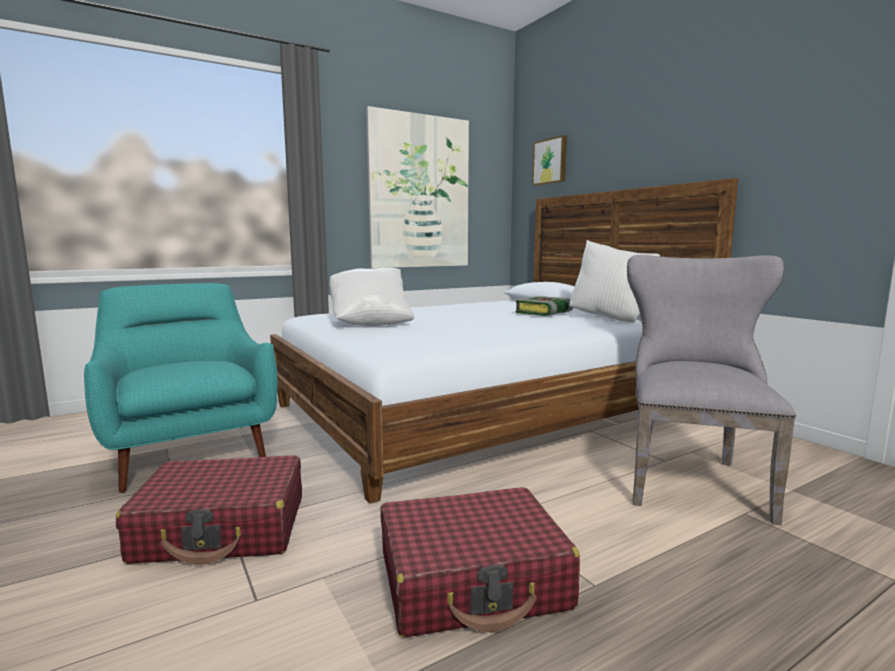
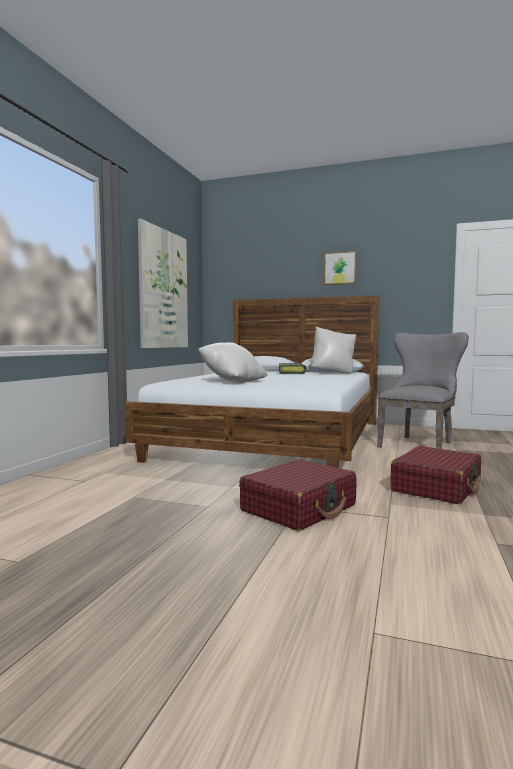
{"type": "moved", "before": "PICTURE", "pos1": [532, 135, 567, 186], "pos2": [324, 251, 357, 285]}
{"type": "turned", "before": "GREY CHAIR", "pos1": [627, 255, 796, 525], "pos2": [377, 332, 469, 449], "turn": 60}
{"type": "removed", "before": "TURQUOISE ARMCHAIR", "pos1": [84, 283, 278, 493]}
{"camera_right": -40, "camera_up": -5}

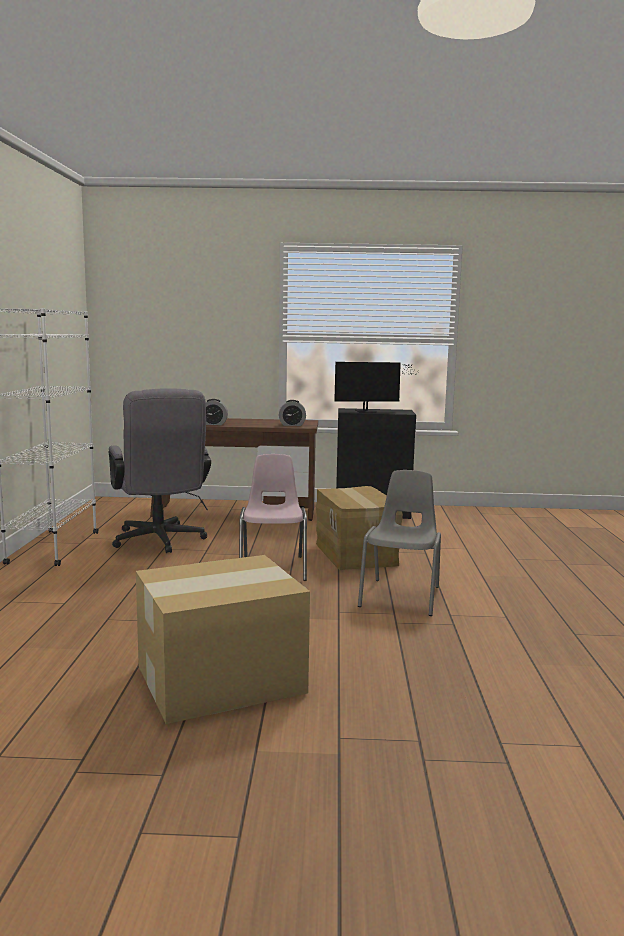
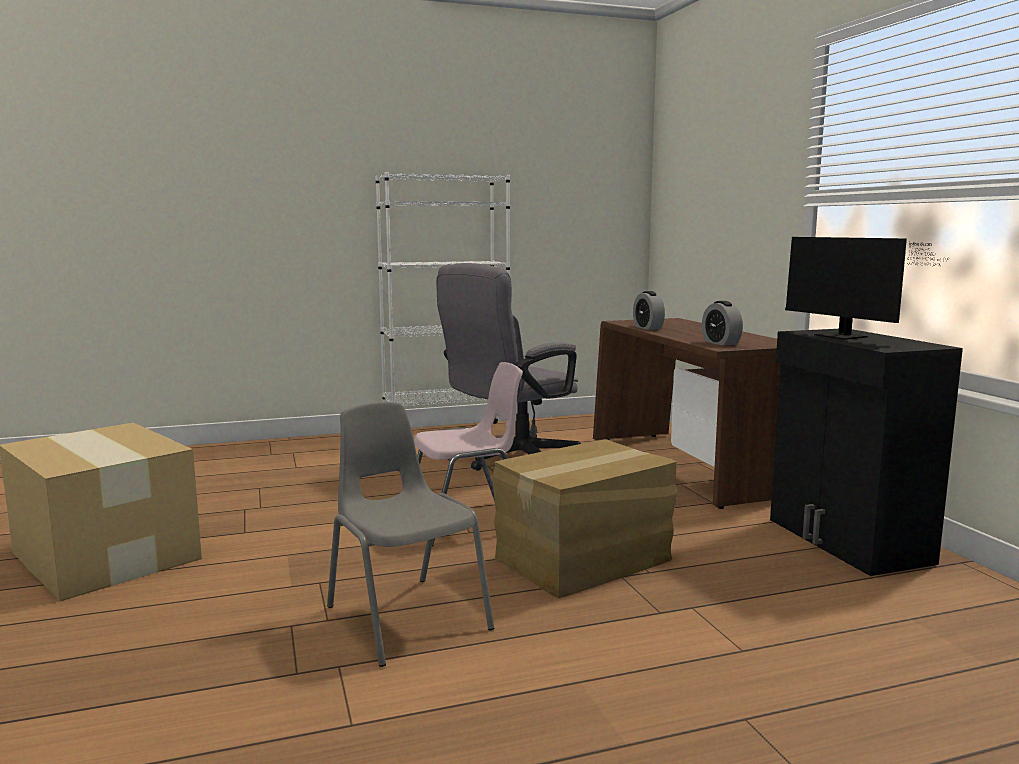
{"type": "turned", "before": "GREY CHAIR", "pos1": [358, 470, 441, 616], "pos2": [327, 402, 494, 667], "turn": -120}
{"camera_right": 70, "camera_up": 0}

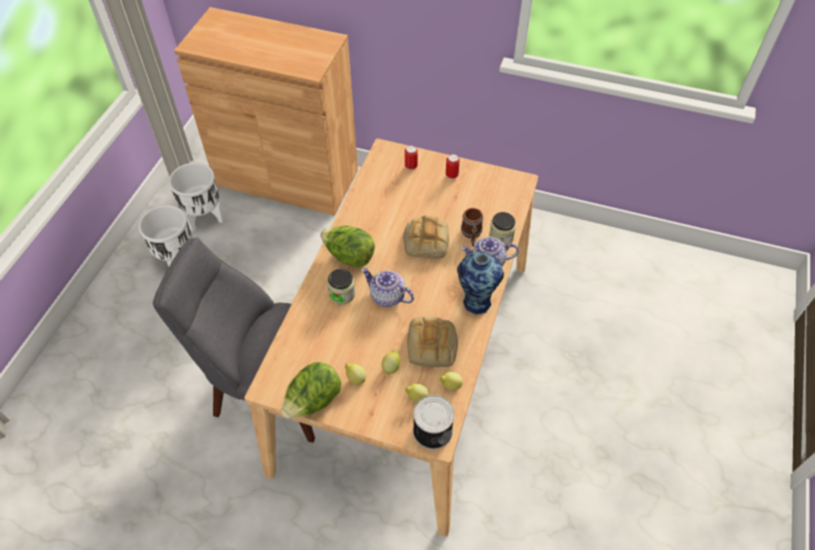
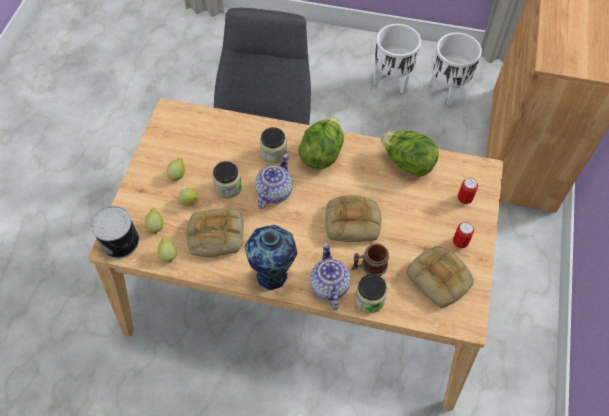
{"type": "added", "after": "JAR", "pos2": [212, 161, 242, 199]}
{"type": "moved", "before": "LETTUCE", "pos1": [281, 362, 341, 419], "pos2": [381, 131, 439, 177]}
{"type": "added", "after": "BREAD", "pos2": [406, 246, 474, 308]}
{"camera_right": 85, "camera_up": 5}

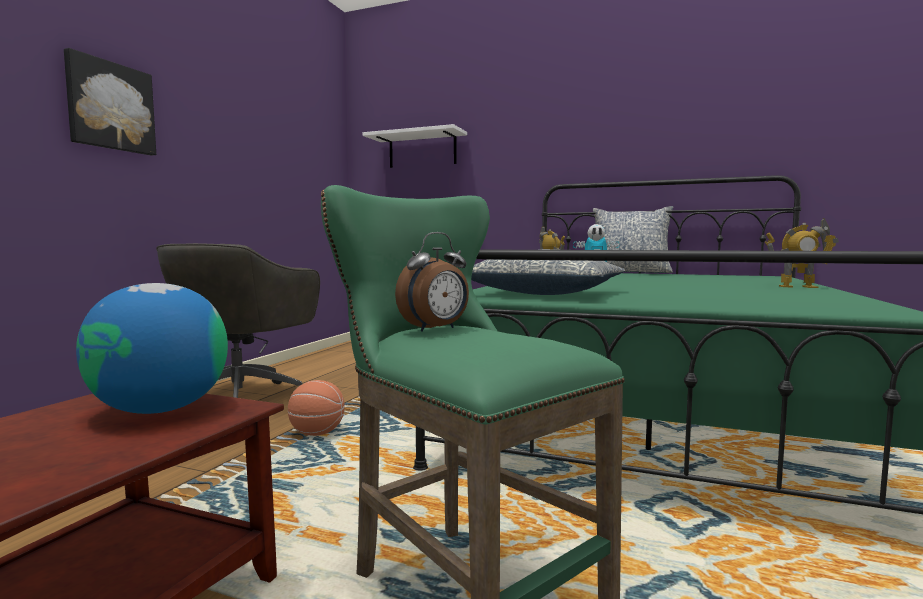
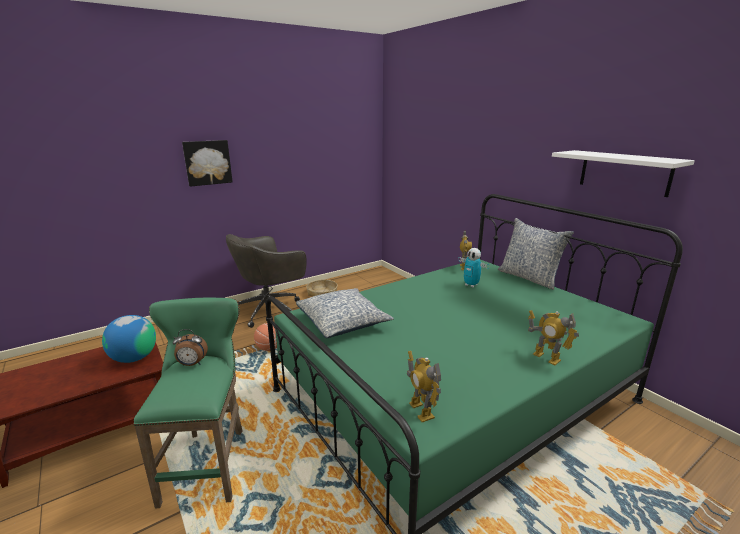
{"type": "added", "after": "BASKET", "pos2": [306, 280, 338, 297]}
{"type": "added", "after": "TOY ROBOT", "pos2": [407, 351, 441, 422]}
{"type": "moved", "before": "WHITE SHELF", "pos1": [362, 124, 467, 168], "pos2": [552, 150, 695, 197]}
{"camera_right": 35, "camera_up": 15}

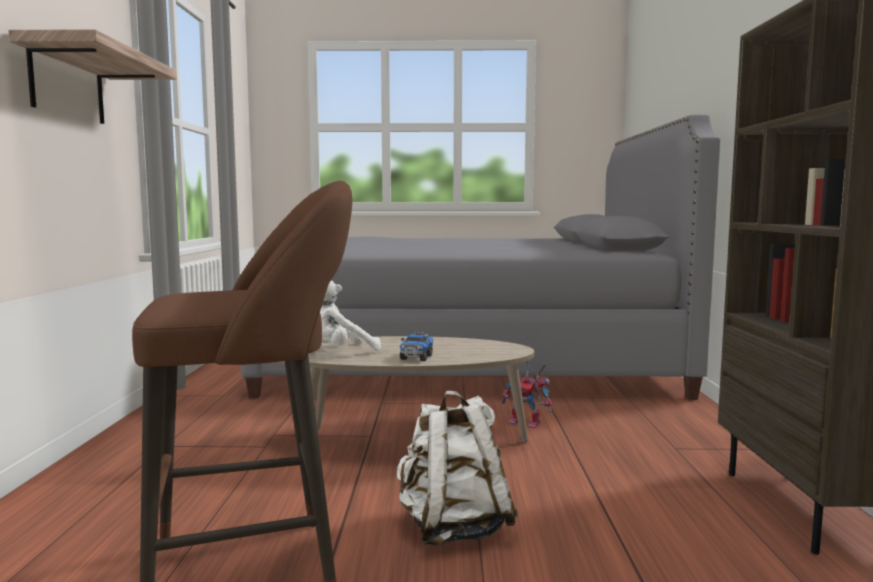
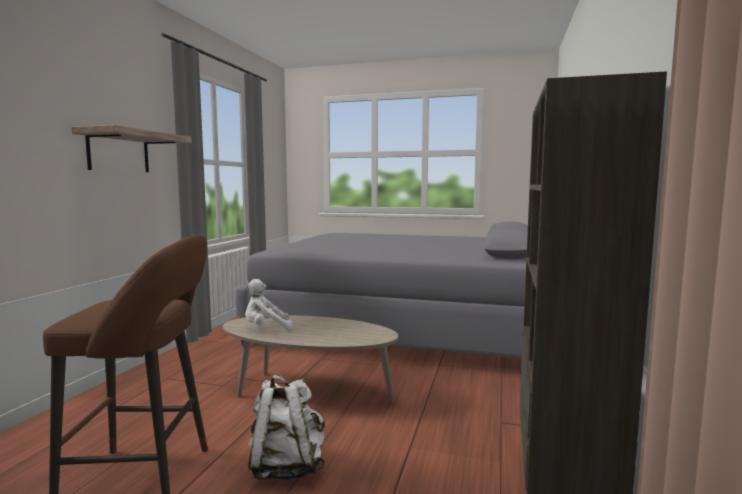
{"type": "removed", "before": "TOY TRUCK", "pos1": [399, 331, 433, 361]}
{"type": "removed", "before": "TOY ROBOT", "pos1": [501, 360, 552, 429]}
{"camera_right": 15, "camera_up": 0}

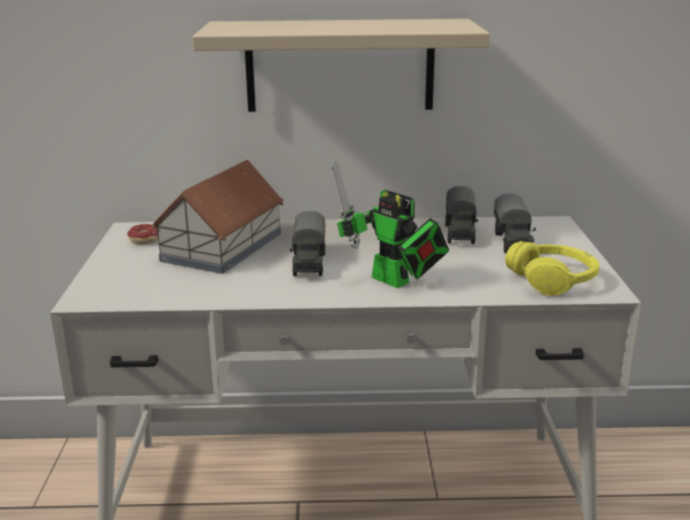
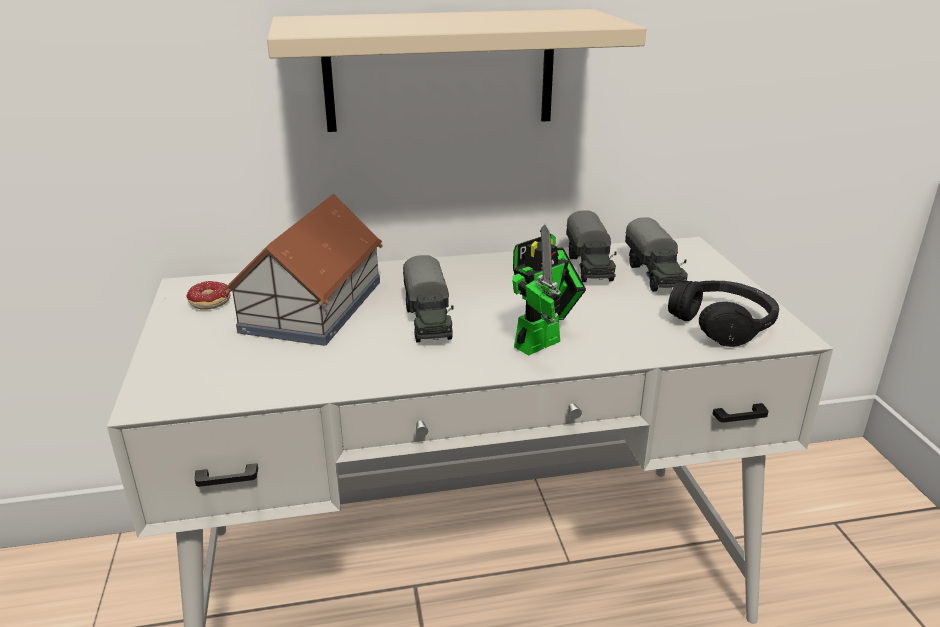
{"type": "turned", "before": "TOY ROBOT", "pos1": [332, 159, 449, 288], "pos2": [512, 224, 586, 356], "turn": -75}
{"type": "recoloured", "before": "YELLOW HEADPHONES", "after": "BLACK HEADPHONES", "pos1": [505, 241, 599, 296], "pos2": [668, 280, 779, 347]}
{"camera_right": -10, "camera_up": 5}

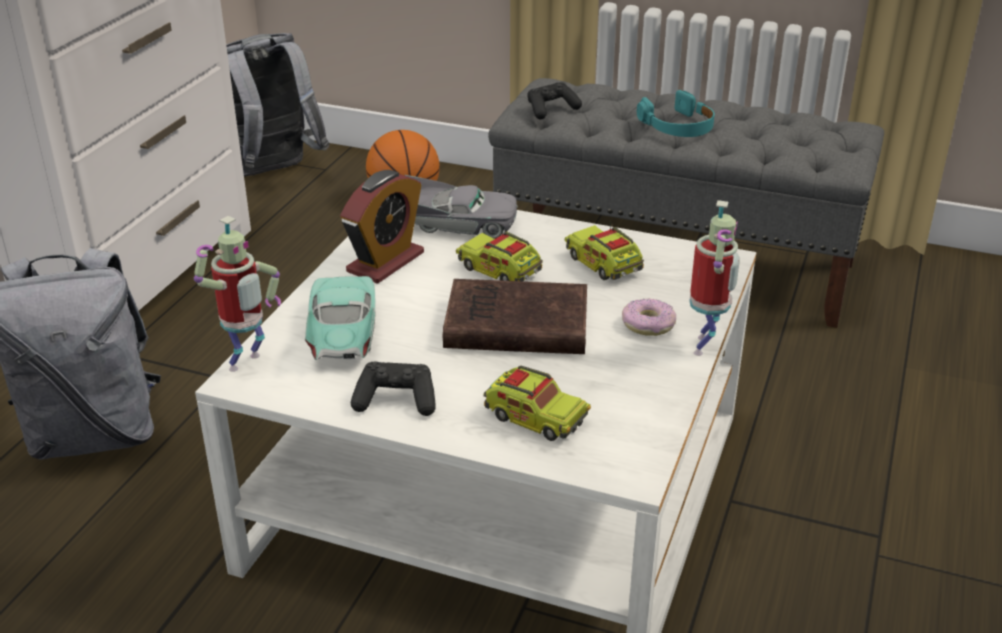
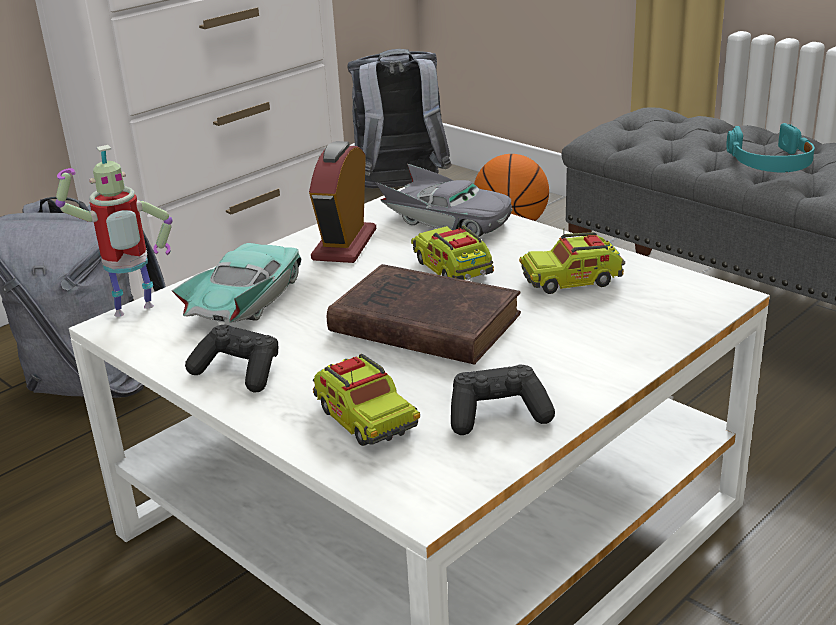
{"type": "turned", "before": "ALARM CLOCK", "pos1": [340, 170, 424, 284], "pos2": [309, 141, 376, 263], "turn": 135}
{"type": "moved", "before": "BLACK GAME CONTROLLER", "pos1": [528, 82, 582, 120], "pos2": [451, 364, 555, 435]}
{"type": "turned", "before": "TOY TRUCK", "pos1": [565, 223, 644, 280], "pos2": [519, 232, 626, 294], "turn": -90}
{"type": "removed", "before": "DONUT", "pos1": [622, 298, 676, 336]}
{"type": "removed", "before": "TOY ROBOT", "pos1": [689, 200, 740, 356]}
{"camera_right": 25, "camera_up": -5}

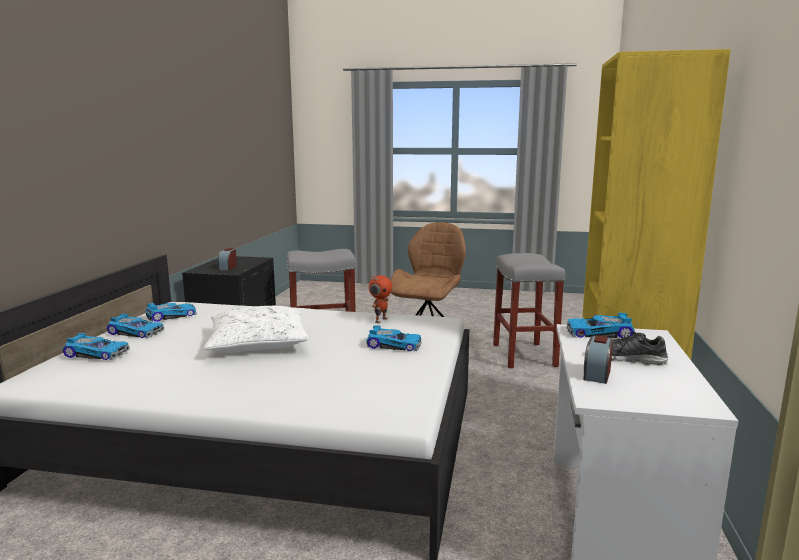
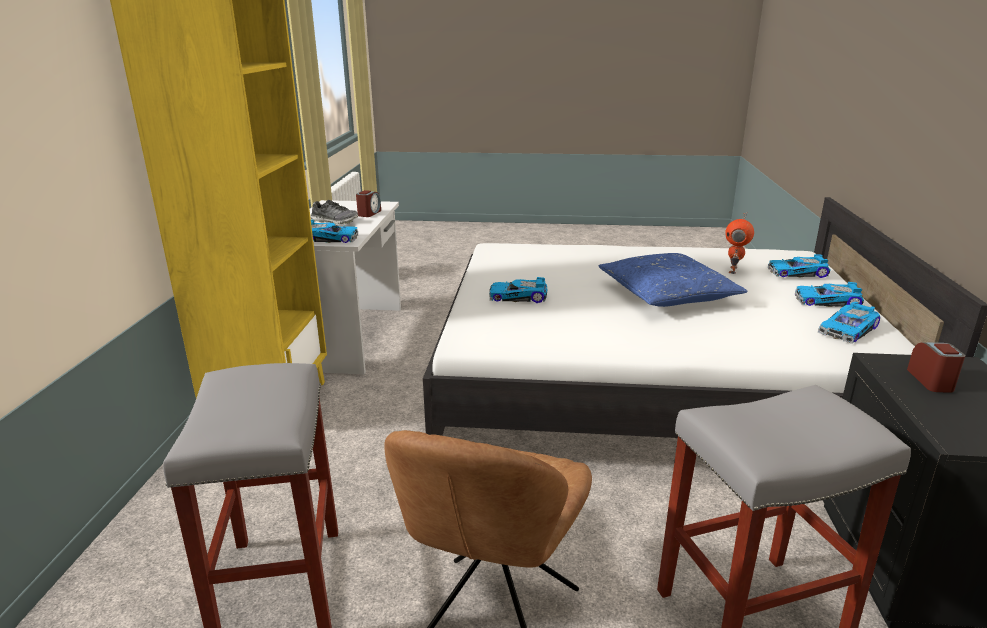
{"type": "recoloured", "before": "WHITE PILLOW", "after": "BLUE PILLOW", "pos1": [204, 306, 309, 352], "pos2": [599, 253, 747, 307]}
{"type": "moved", "before": "TOY ROBOT", "pos1": [369, 274, 392, 323], "pos2": [725, 213, 754, 274]}
{"camera_right": 175, "camera_up": 10}

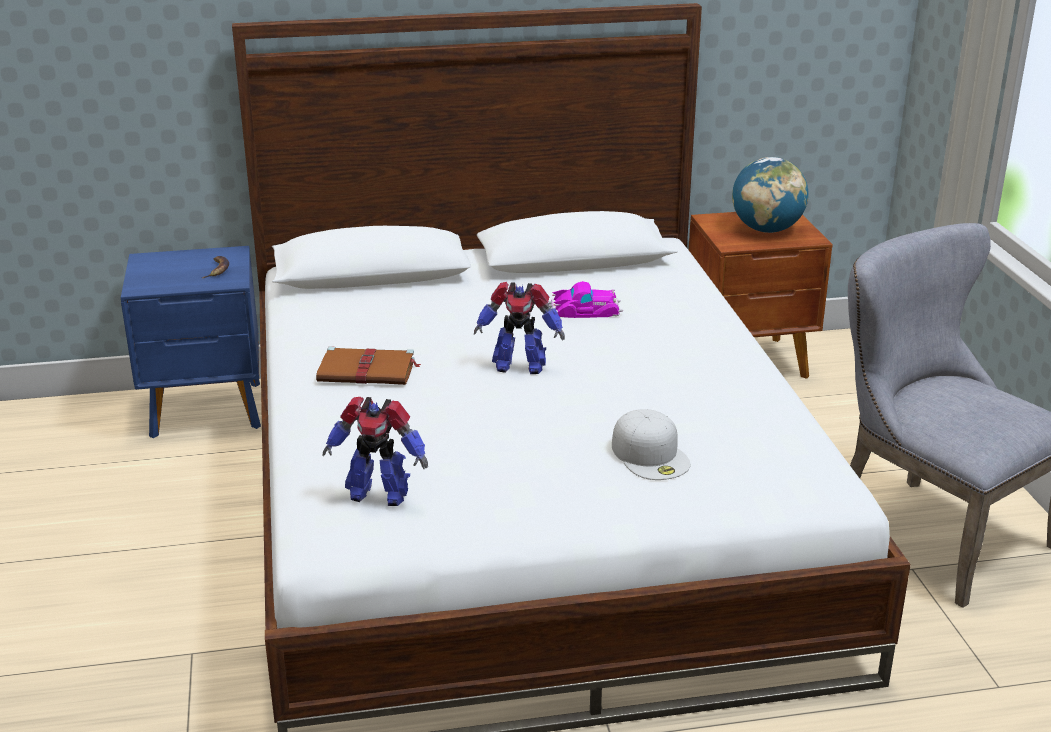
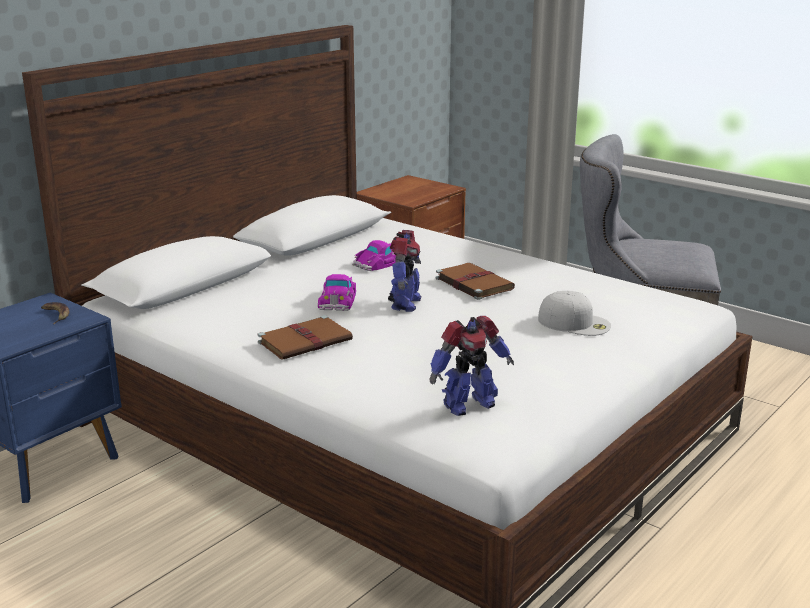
{"type": "added", "after": "TOY CAR", "pos2": [318, 274, 356, 311]}
{"type": "turned", "before": "TOY ROBOT", "pos1": [474, 282, 565, 374], "pos2": [388, 230, 422, 312], "turn": -45}
{"type": "added", "after": "BROWN BOOK", "pos2": [435, 263, 515, 300]}
{"type": "removed", "before": "GLOBE", "pos1": [732, 157, 809, 233]}
{"camera_right": -40, "camera_up": -5}

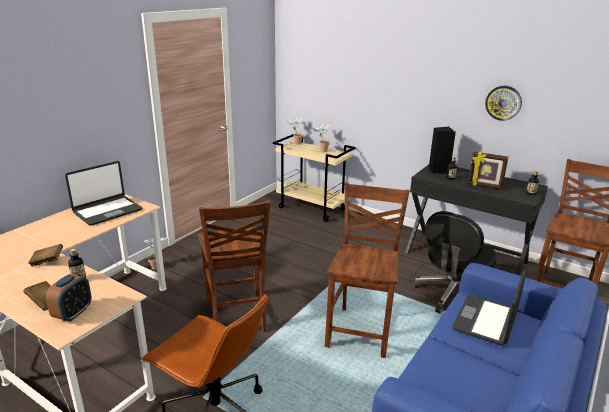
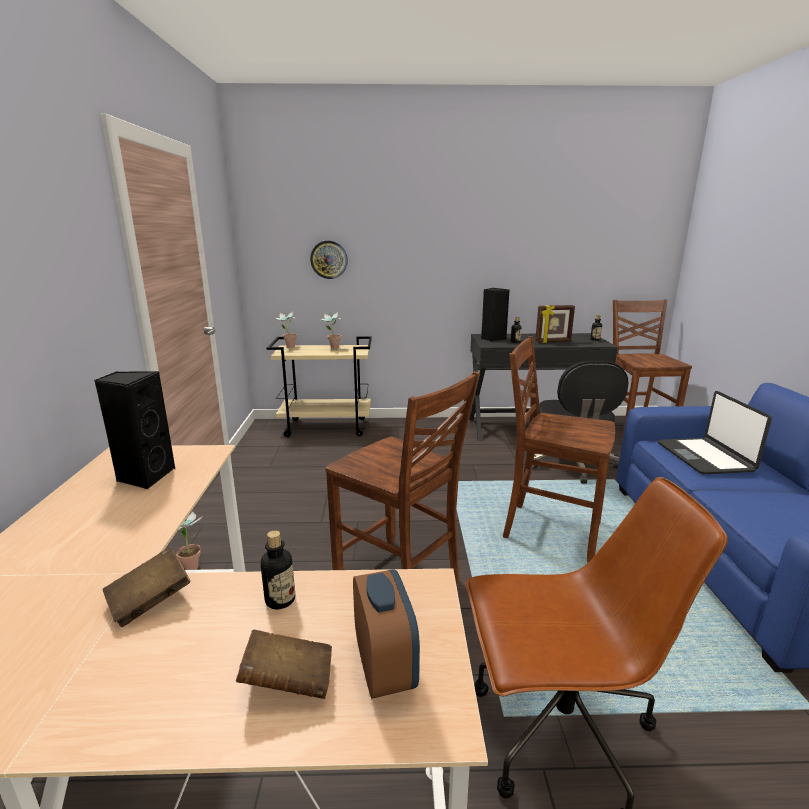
{"type": "replaced", "before": "LAPTOP", "after": "BLACK SPEAKER", "pos1": [65, 161, 142, 226], "pos2": [94, 371, 176, 489]}
{"type": "moved", "before": "WALL CLOCK", "pos1": [485, 86, 522, 121], "pos2": [310, 241, 348, 279]}
{"type": "turned", "before": "BROWN CHAIR", "pos1": [325, 183, 410, 358], "pos2": [503, 336, 615, 563], "turn": -45}
{"camera_right": -35, "camera_up": -5}

